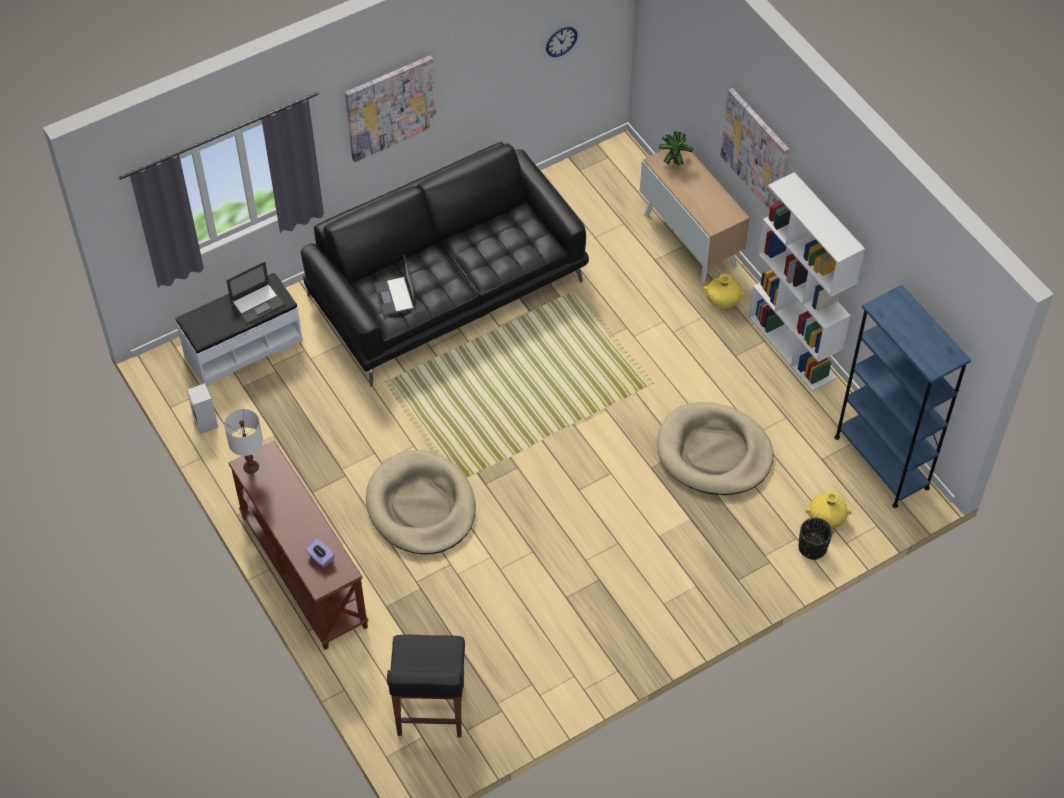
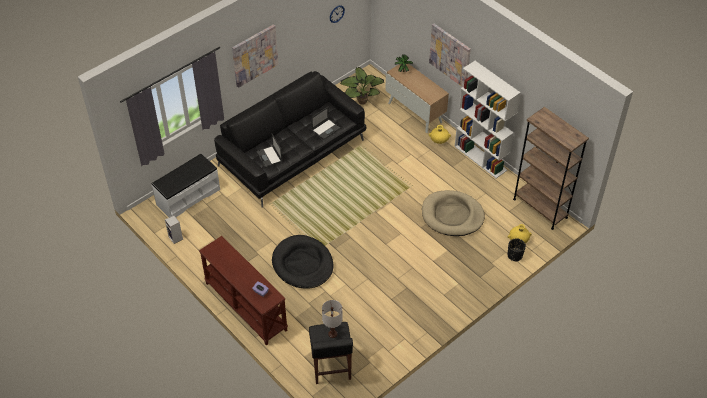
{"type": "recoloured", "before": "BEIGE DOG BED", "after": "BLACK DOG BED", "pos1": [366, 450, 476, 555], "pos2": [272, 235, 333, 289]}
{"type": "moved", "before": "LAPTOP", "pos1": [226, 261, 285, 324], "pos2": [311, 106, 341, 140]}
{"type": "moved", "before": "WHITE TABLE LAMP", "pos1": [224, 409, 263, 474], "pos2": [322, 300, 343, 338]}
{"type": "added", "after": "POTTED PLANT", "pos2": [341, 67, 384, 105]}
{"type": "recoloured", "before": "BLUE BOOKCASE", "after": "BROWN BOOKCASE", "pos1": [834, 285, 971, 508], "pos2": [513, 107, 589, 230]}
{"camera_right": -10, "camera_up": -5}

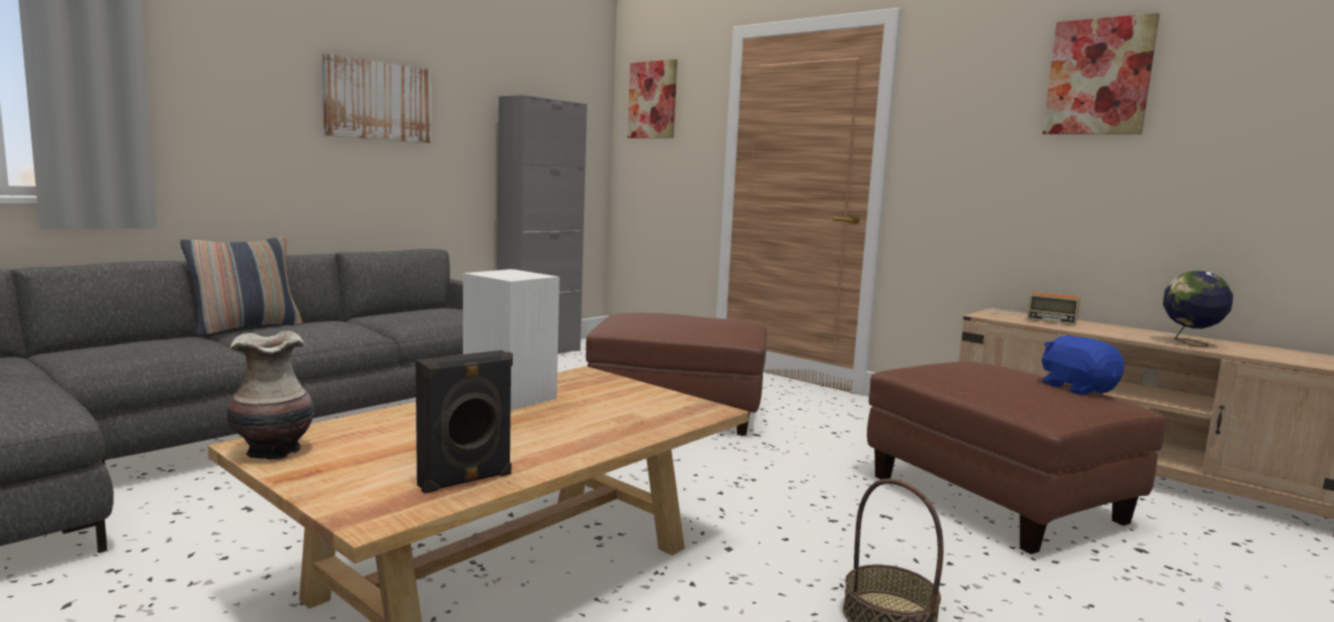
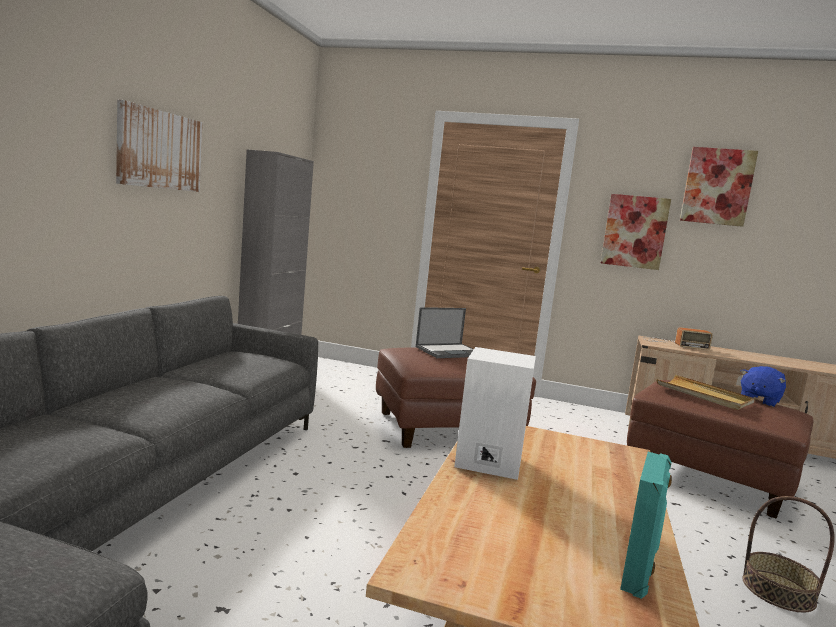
{"type": "added", "after": "LAPTOP", "pos2": [416, 307, 474, 358]}
{"type": "moved", "before": "PICTURE", "pos1": [628, 59, 677, 138], "pos2": [601, 194, 671, 270]}
{"type": "recoloured", "before": "BLACK SPEAKER", "after": "TURQUOISE SPEAKER", "pos1": [416, 350, 513, 494], "pos2": [620, 452, 672, 599]}
{"type": "added", "after": "BEIGE TRAY", "pos2": [657, 375, 755, 410]}
{"type": "turned", "before": "BLUE PLUSH TOY", "pos1": [1042, 336, 1125, 395], "pos2": [741, 366, 786, 407], "turn": -90}
{"type": "removed", "before": "PILLOW", "pos1": [181, 237, 302, 336]}
{"type": "removed", "before": "VASE", "pos1": [227, 331, 314, 459]}
{"type": "removed", "before": "GLOBE", "pos1": [1163, 271, 1233, 347]}
{"camera_right": -25, "camera_up": 0}

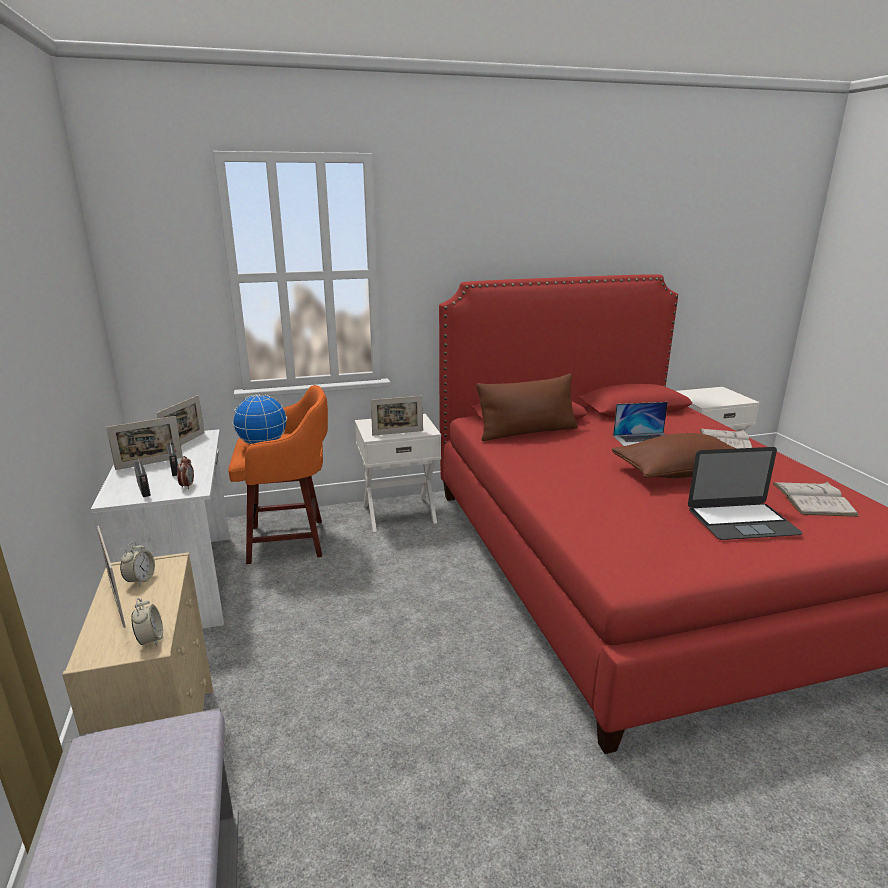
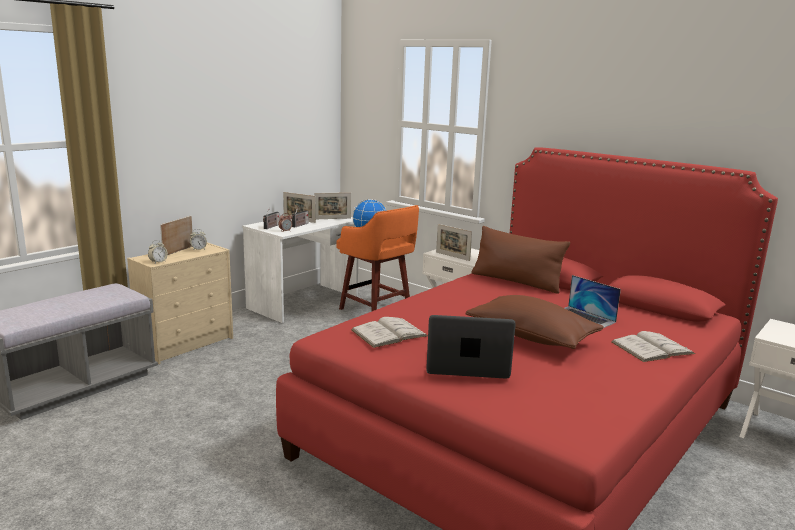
{"type": "moved", "before": "WHITE BOOK", "pos1": [773, 482, 859, 517], "pos2": [351, 317, 428, 348]}
{"type": "turned", "before": "LAPTOP", "pos1": [688, 447, 802, 540], "pos2": [426, 315, 516, 379], "turn": 135}
{"camera_right": 55, "camera_up": -5}

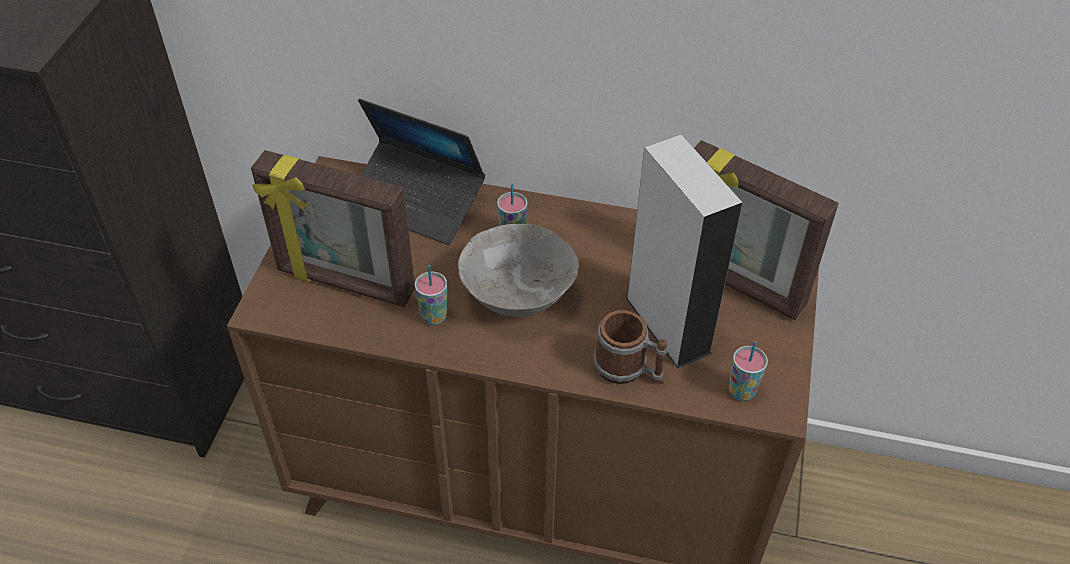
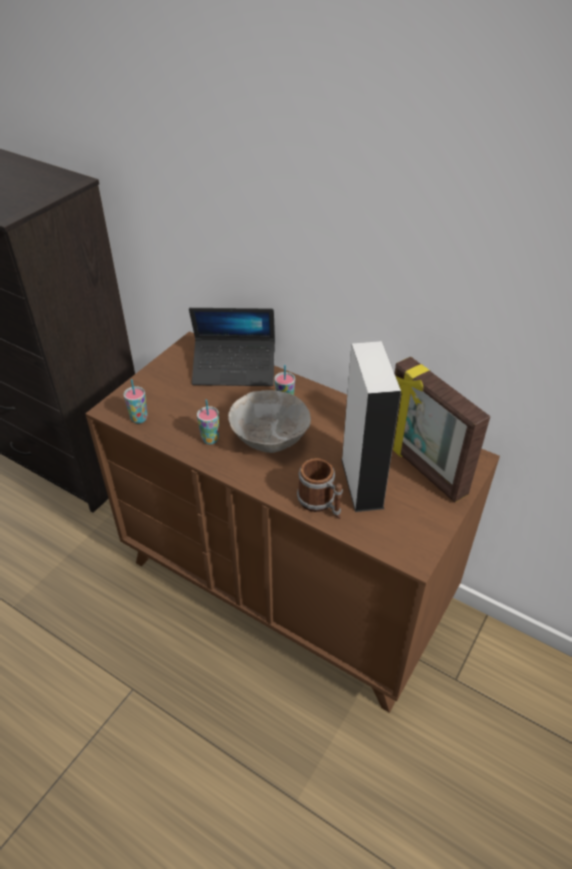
{"type": "moved", "before": "CUP", "pos1": [729, 341, 768, 401], "pos2": [123, 379, 148, 423]}
{"type": "turned", "before": "LAPTOP", "pos1": [358, 99, 485, 245], "pos2": [189, 308, 275, 386], "turn": -45}
{"type": "removed", "before": "PICTURE FRAME", "pos1": [251, 150, 415, 307]}
{"camera_right": 20, "camera_up": -5}

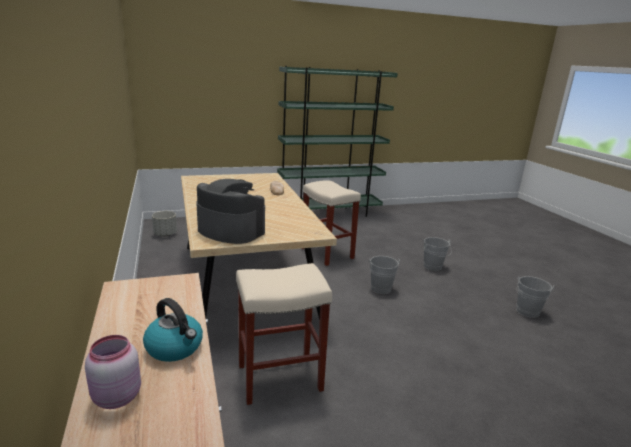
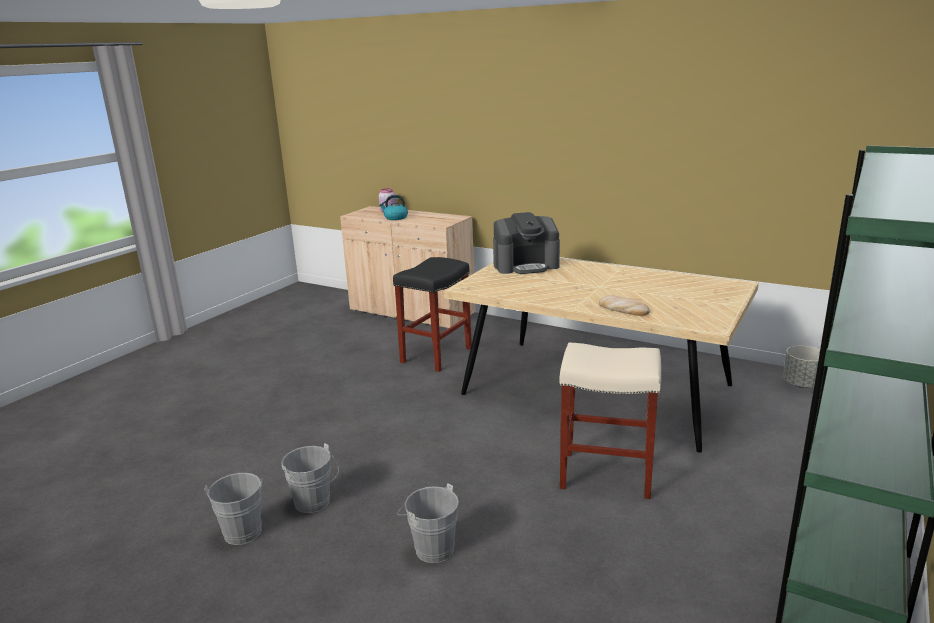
{"type": "moved", "before": "GREY BUCKET", "pos1": [369, 256, 400, 294], "pos2": [281, 443, 339, 513]}
{"type": "recoloured", "before": "BEIGE STOOL", "after": "BLACK STOOL", "pos1": [236, 263, 332, 405], "pos2": [393, 257, 472, 372]}
{"camera_right": 140, "camera_up": 0}

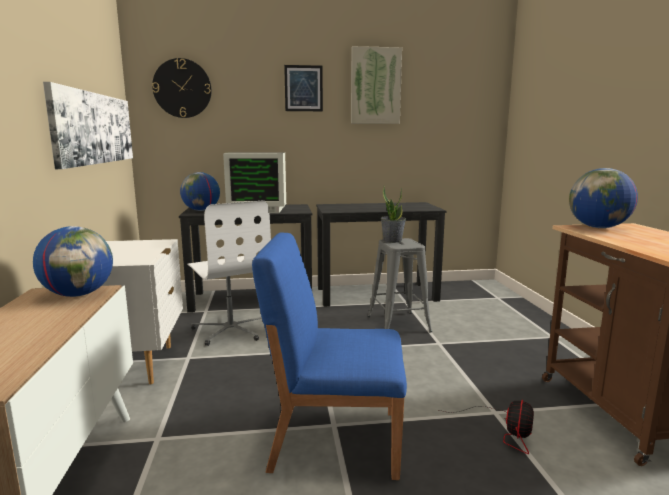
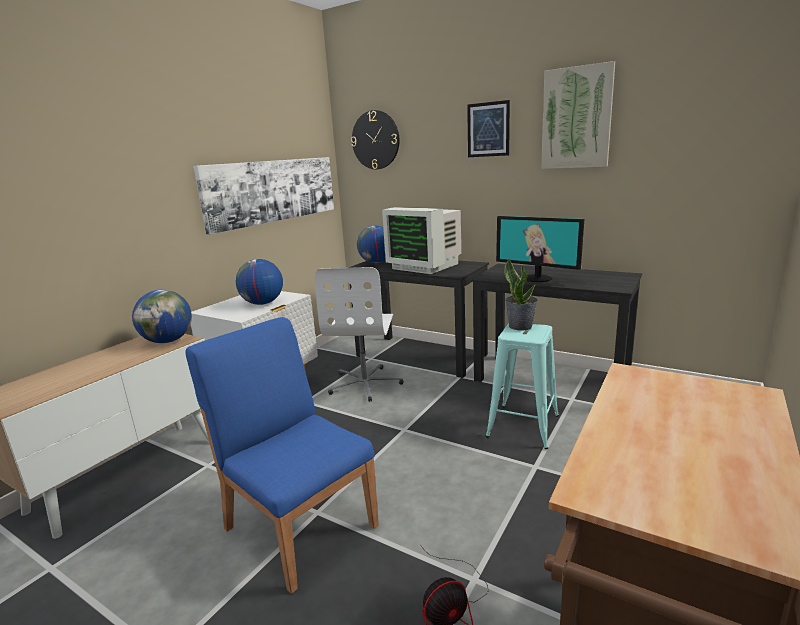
{"type": "moved", "before": "GLOBE", "pos1": [569, 168, 638, 228], "pos2": [236, 259, 283, 305]}
{"type": "recoloured", "before": "GREY STOOL", "after": "TURQUOISE STOOL", "pos1": [368, 238, 432, 333], "pos2": [486, 323, 559, 449]}
{"type": "added", "after": "MONITOR", "pos2": [496, 216, 584, 282]}
{"camera_right": 40, "camera_up": 5}

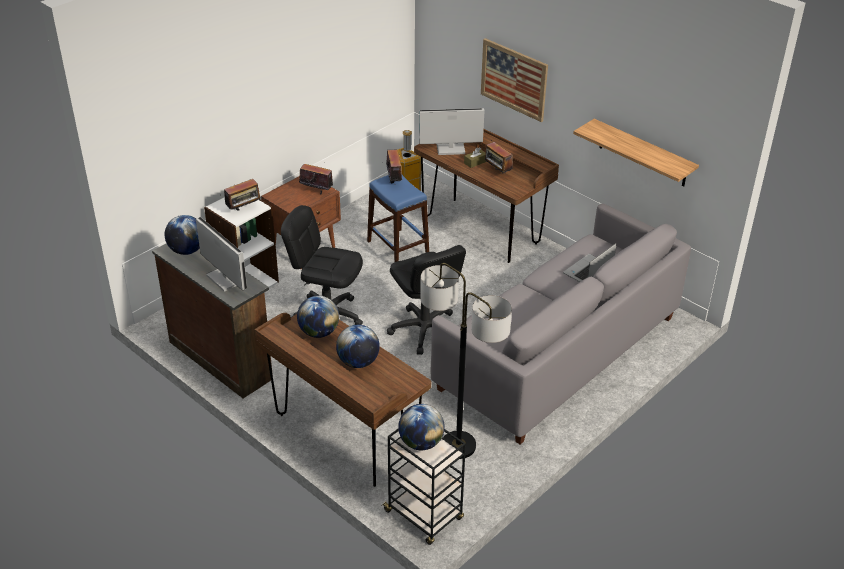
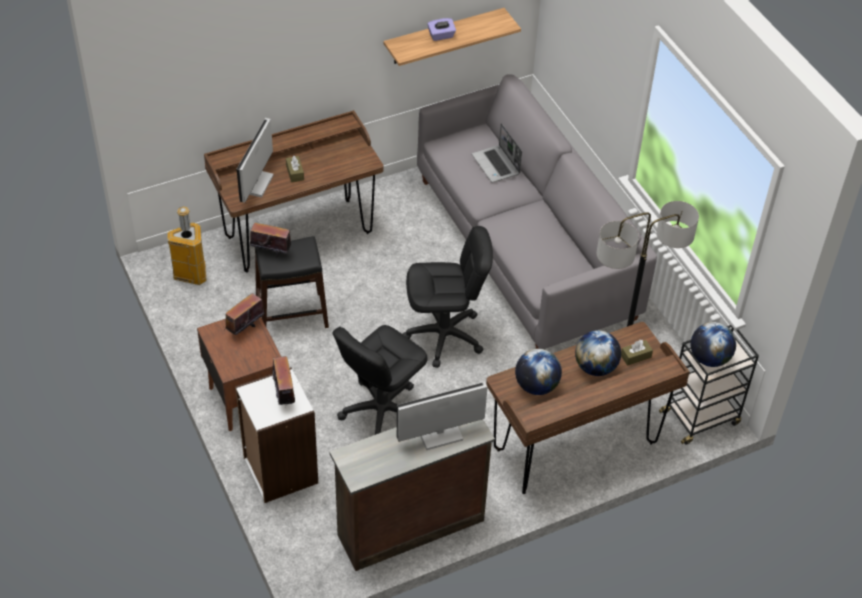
{"type": "recoloured", "before": "BLUE STOOL", "after": "BLACK STOOL", "pos1": [367, 175, 429, 262], "pos2": [255, 236, 329, 328]}
{"type": "added", "after": "PURPLE TISSUE BOX", "pos2": [427, 18, 456, 41]}
{"type": "added", "after": "BROWN TISSUE BOX", "pos2": [621, 340, 653, 366]}
{"type": "removed", "before": "GLOBE", "pos1": [165, 215, 200, 255]}
{"type": "removed", "before": "PICTURE", "pos1": [481, 38, 548, 122]}
{"type": "removed", "before": "RADIO", "pos1": [485, 142, 513, 173]}
{"camera_right": -70, "camera_up": 10}

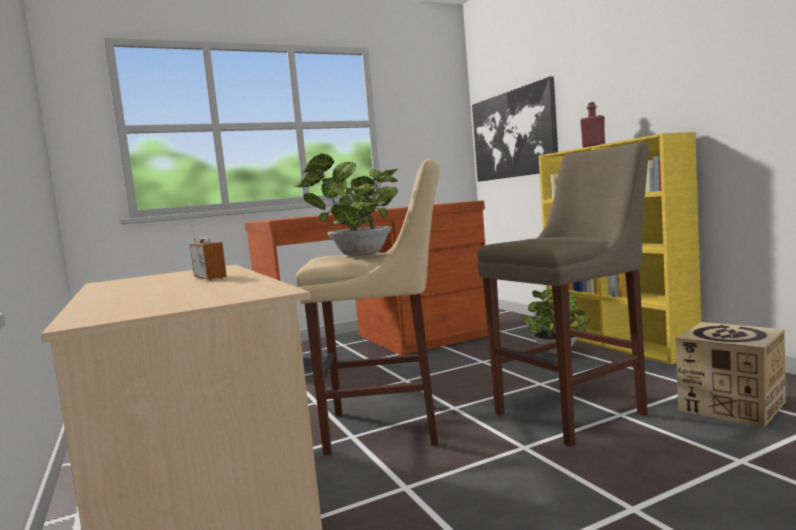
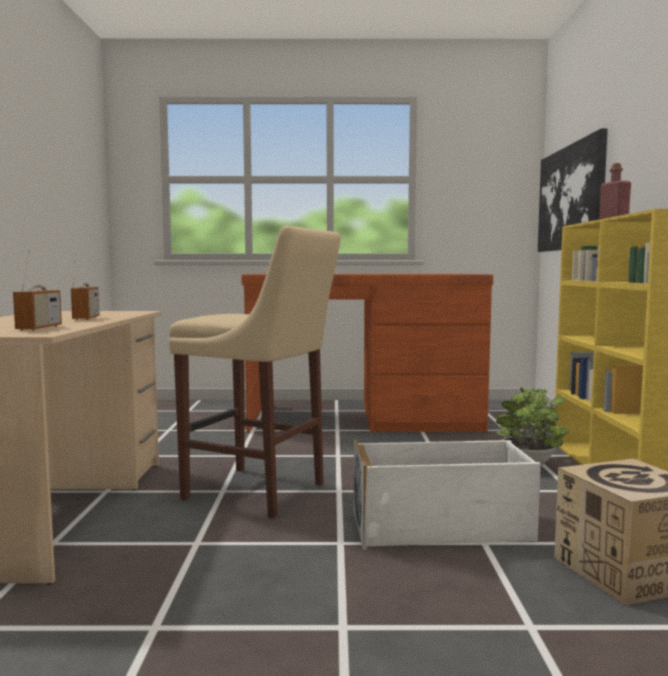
{"type": "added", "after": "RADIO", "pos2": [13, 250, 62, 331]}
{"type": "replaced", "before": "BEIGE STOOL", "after": "WHITE STORAGE BOX", "pos1": [477, 142, 649, 447], "pos2": [353, 440, 541, 550]}
{"type": "removed", "before": "POTTED PLANT", "pos1": [293, 154, 398, 256]}
{"camera_right": 25, "camera_up": 0}

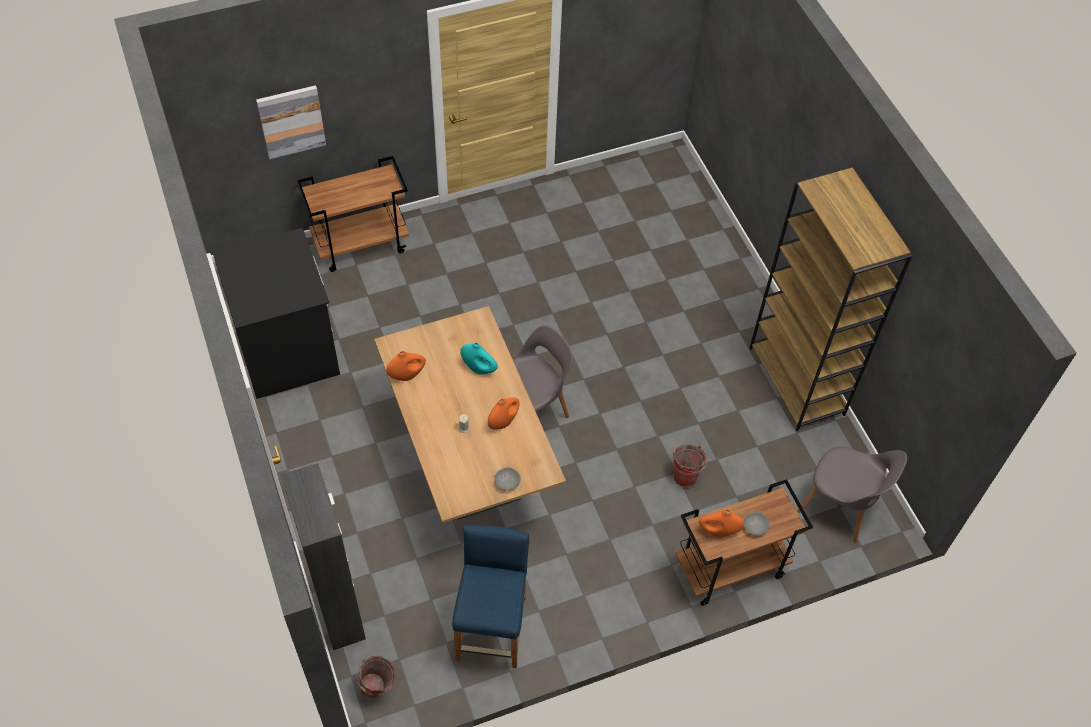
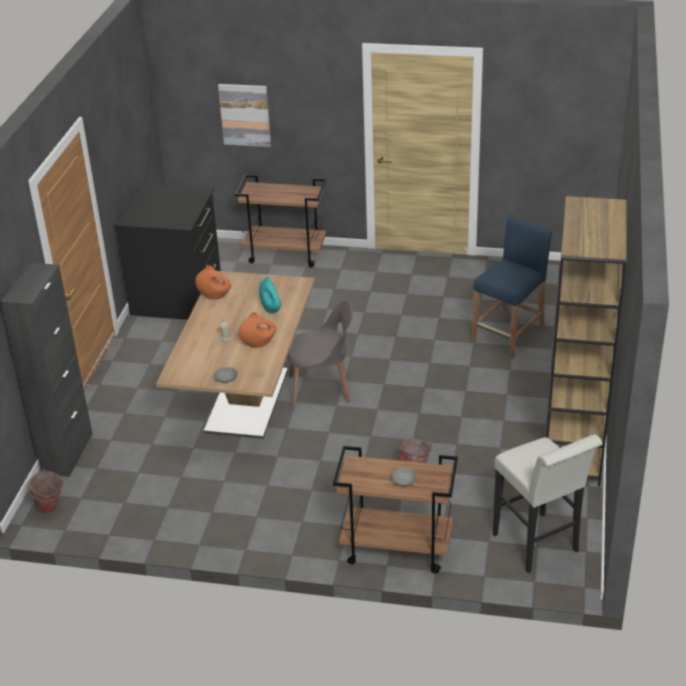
{"type": "moved", "before": "BLUE STOOL", "pos1": [452, 525, 529, 669], "pos2": [472, 216, 552, 358]}
{"type": "replaced", "before": "GREY CHAIR", "after": "WHITE STOOL", "pos1": [797, 446, 907, 543], "pos2": [492, 434, 602, 573]}
{"type": "removed", "before": "ORANGE VASE", "pos1": [699, 510, 744, 537]}
{"camera_right": 35, "camera_up": -20}

